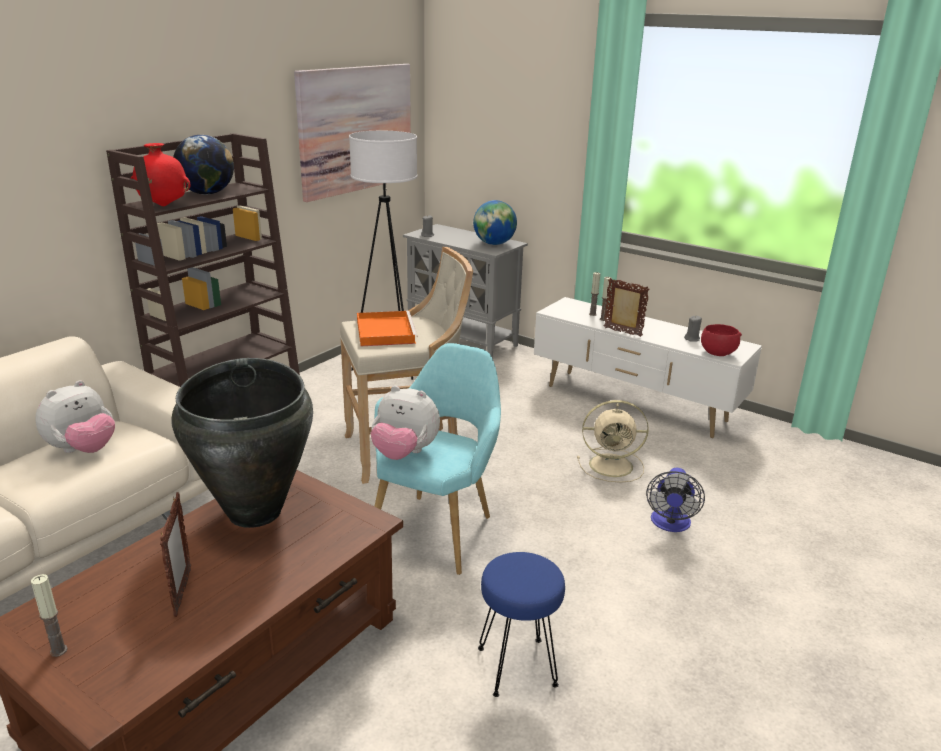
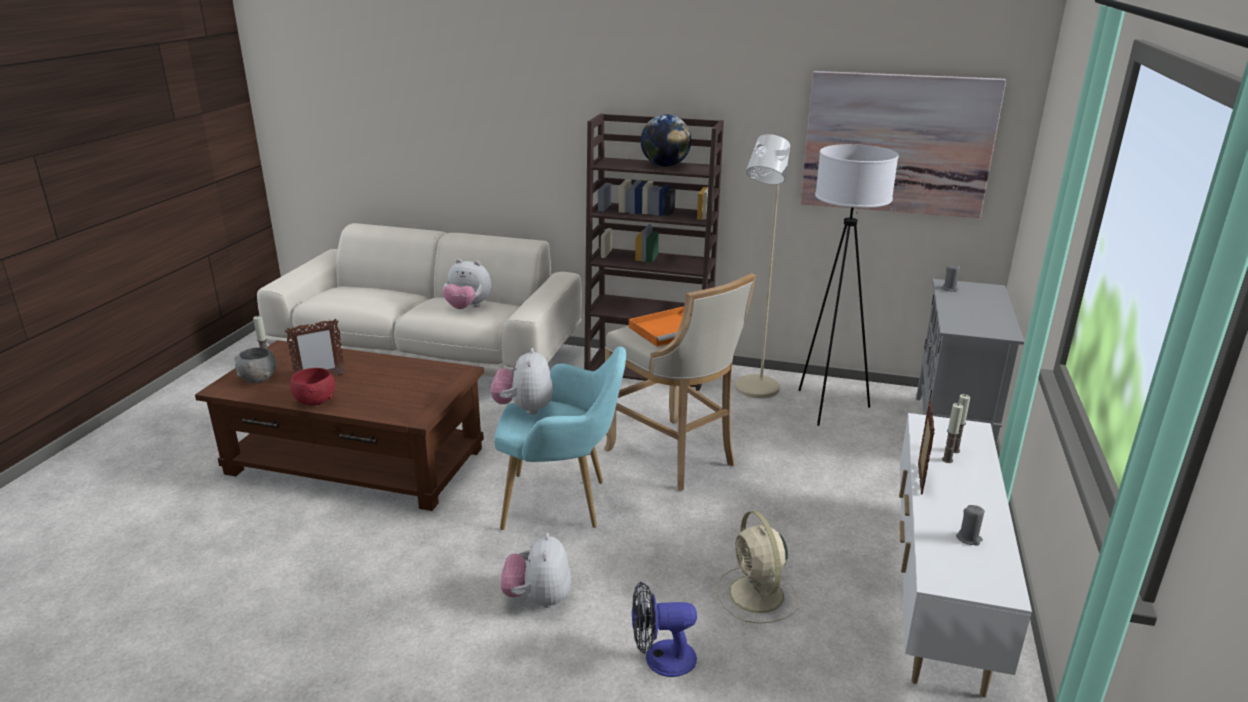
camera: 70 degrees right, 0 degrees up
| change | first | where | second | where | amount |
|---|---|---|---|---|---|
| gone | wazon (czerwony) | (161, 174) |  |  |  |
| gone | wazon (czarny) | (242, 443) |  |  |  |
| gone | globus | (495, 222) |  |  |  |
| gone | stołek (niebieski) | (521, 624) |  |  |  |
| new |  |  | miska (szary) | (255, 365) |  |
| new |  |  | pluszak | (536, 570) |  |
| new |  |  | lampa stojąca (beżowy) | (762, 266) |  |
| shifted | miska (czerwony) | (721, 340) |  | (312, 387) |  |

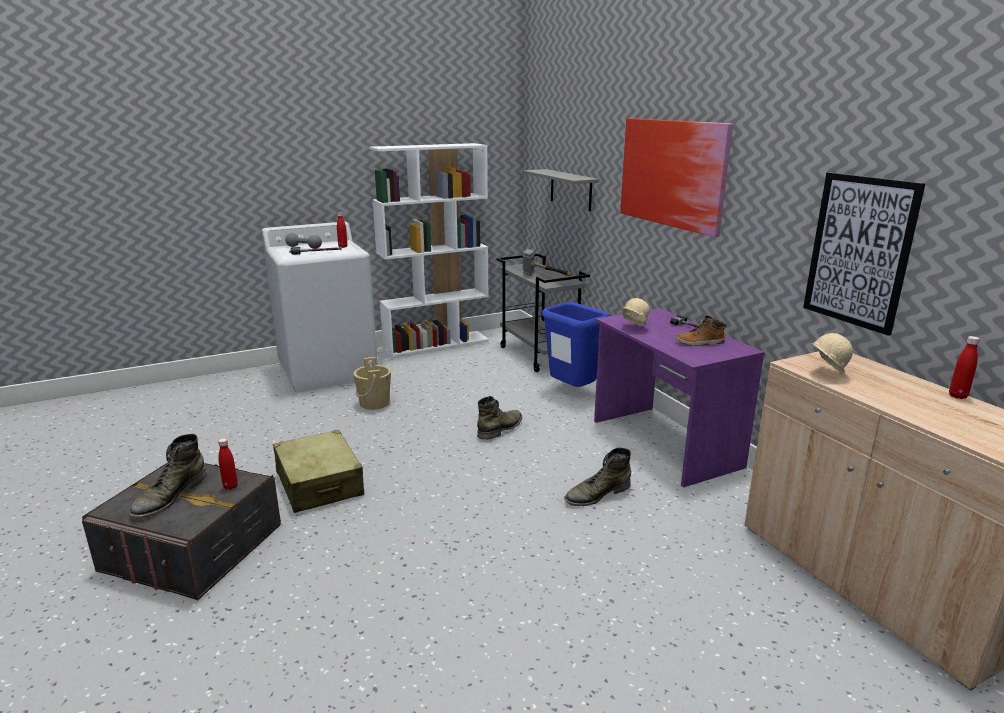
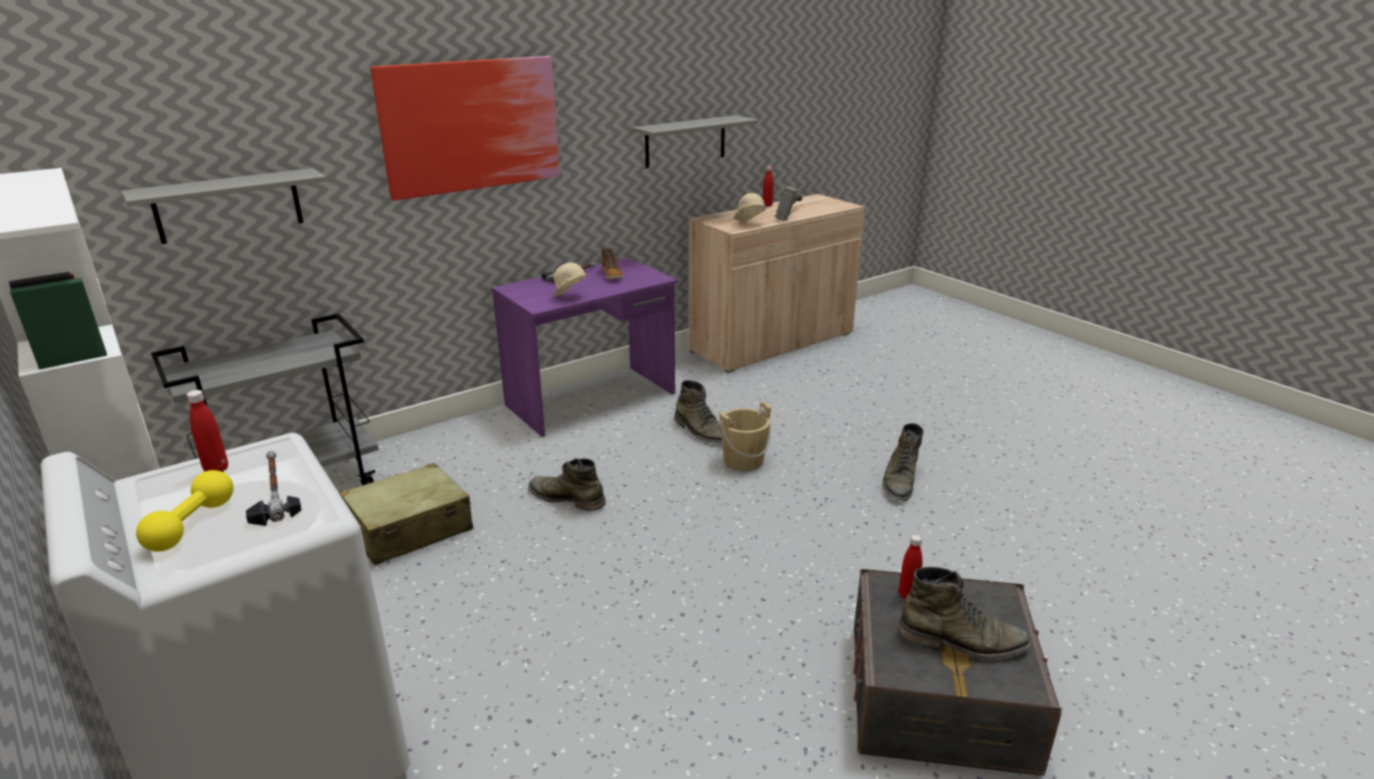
camera: 100 degrees left, 5 degrees up
| change | first | where | second | where | amount |
|---|---|---|---|---|---|
| gone | kosz na śmieci (niebieski) | (576, 344) |  |  |  |
| new |  |  | but z cholewką (zielony) | (903, 462) |  |
| shifted | walizka (beżowy) | (318, 471) |  | (406, 514) |  |
| shifted | wiadro (beżowy) | (372, 383) |  | (745, 436) |  |
| shifted | młotek | (547, 262) |  | (788, 203) |  |
| swapped | obraz | (864, 254) | półka (szary) | (695, 141) |  |
| repainted | hantel (szary) | (303, 241) | hantel (żółty) | (185, 511) |  |

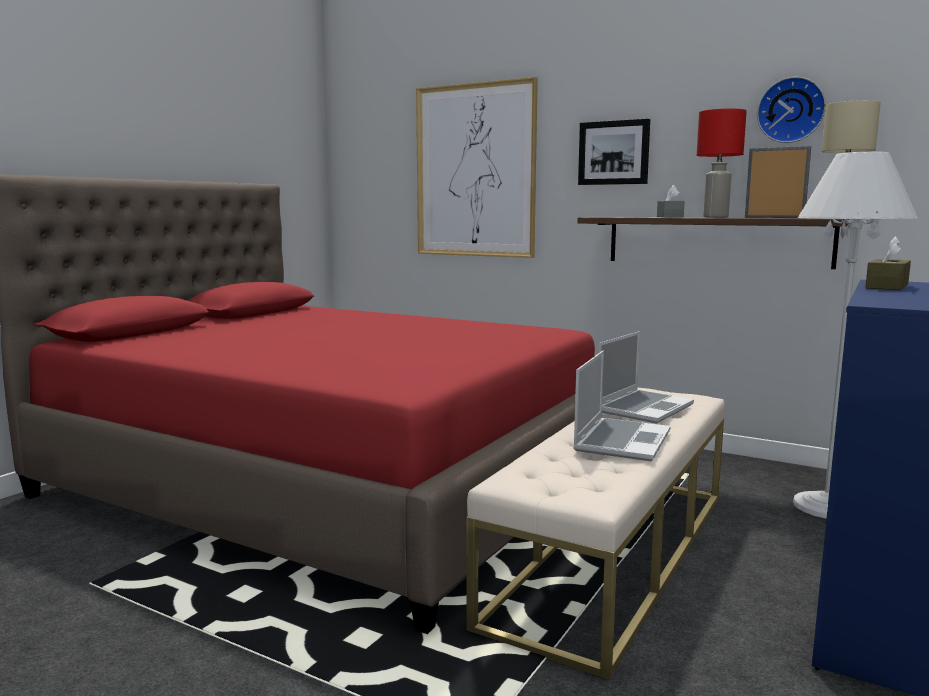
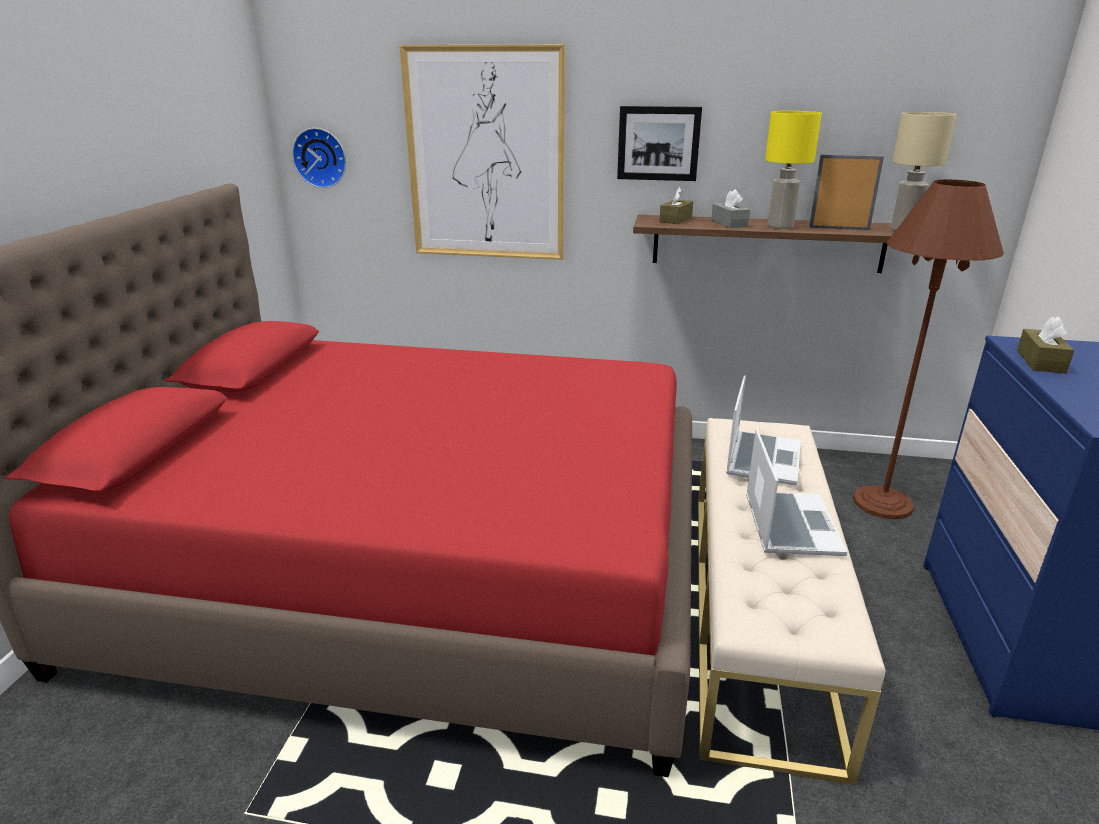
camera: 20 degrees left, 15 degrees up
| change | first | where | second | where | amount |
|---|---|---|---|---|---|
| new |  |  | pudełko chusteczek (brązowy) | (676, 205) |  |
| shifted | zegar ścienny | (791, 110) |  | (319, 158) |  |
| repainted | lampa stołowa (czerwony) | (722, 163) | lampa stołowa (żółty) | (793, 170) |  |
| repainted | lampa stojąca (biały) | (855, 335) | lampa stojąca (brązowy) | (928, 349) |  |

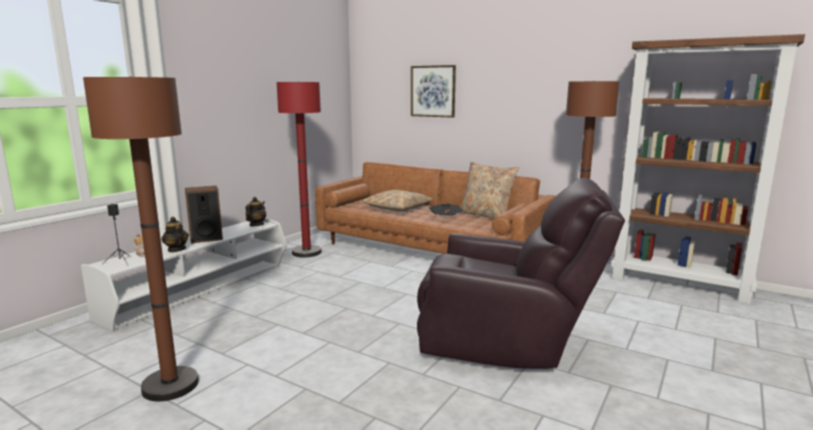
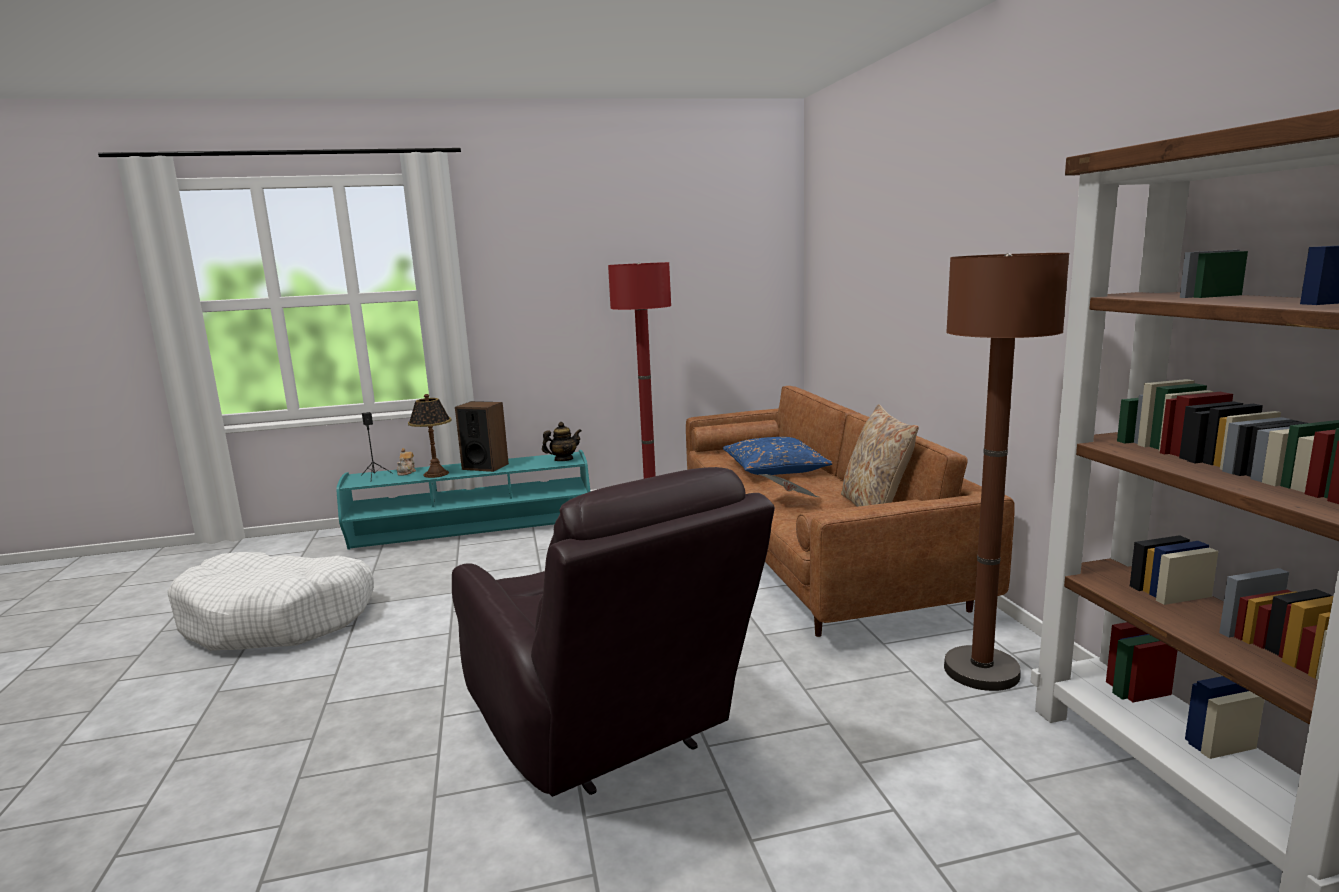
camera: 45 degrees right, 0 degrees up
| change | first | where | second | where | amount |
|---|---|---|---|---|---|
| gone | obraz | (433, 91) |  |  |  |
| swapped | lampa stojąca (brązowy) | (141, 238) | legowisko (biały) | (270, 601) |  |
| swapped | imbryk | (175, 234) | lampa stołowa | (430, 436) |  |
| repainted | szafka pod telewizor (biały) | (184, 274) | szafka pod telewizor (turkusowy) | (463, 500) |  |
| repainted | poduszka (beżowy) | (397, 201) | poduszka (niebieski) | (778, 456) |  |

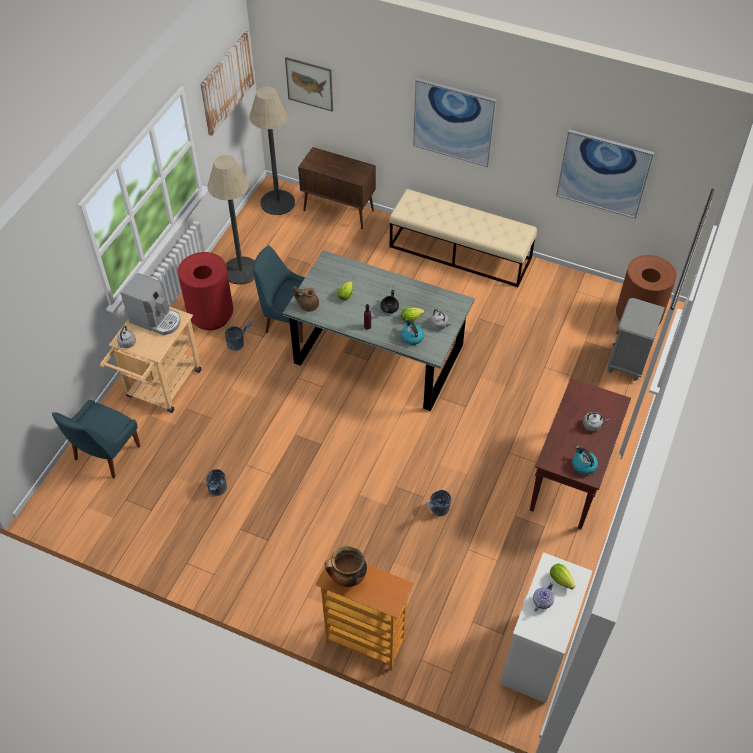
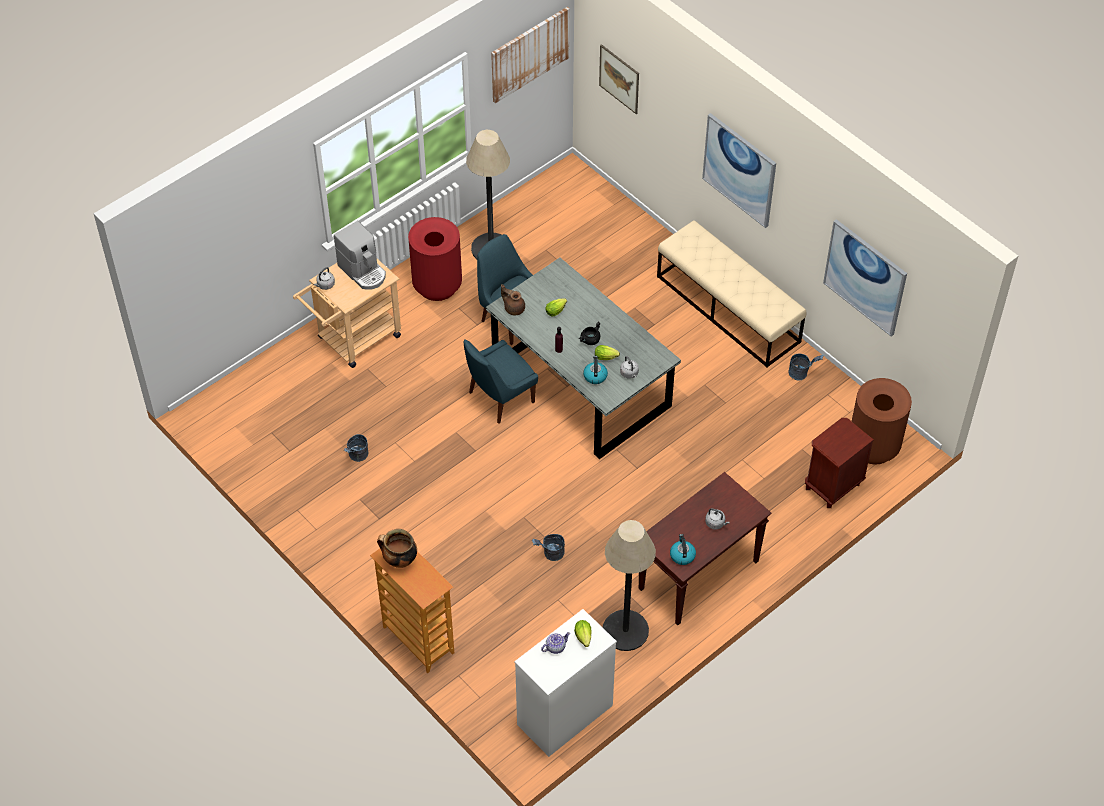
camera: 25 degrees right, 0 degrees up
| change | first | where | second | where | amount |
|---|---|---|---|---|---|
| gone | szafka (brązowy) | (337, 188) |  |  |  |
| shifted | krzesło (niebieski) | (96, 439) |  | (500, 381) |  |
| shifted | wiadro (szary) | (239, 335) |  | (806, 367) |  |
| shifted | lampa stojąca | (272, 151) |  | (629, 585) |  |
| repainted | szafka nocna (szary) | (636, 339) | szafka nocna (brązowy) | (839, 463) |  |

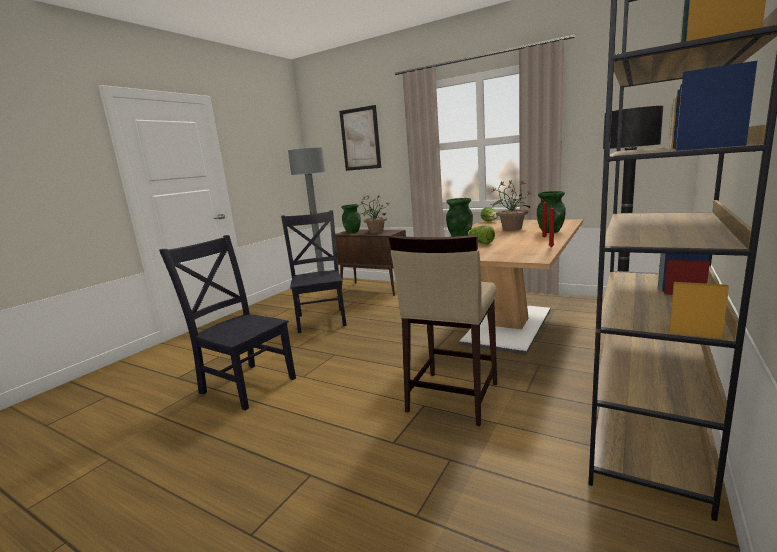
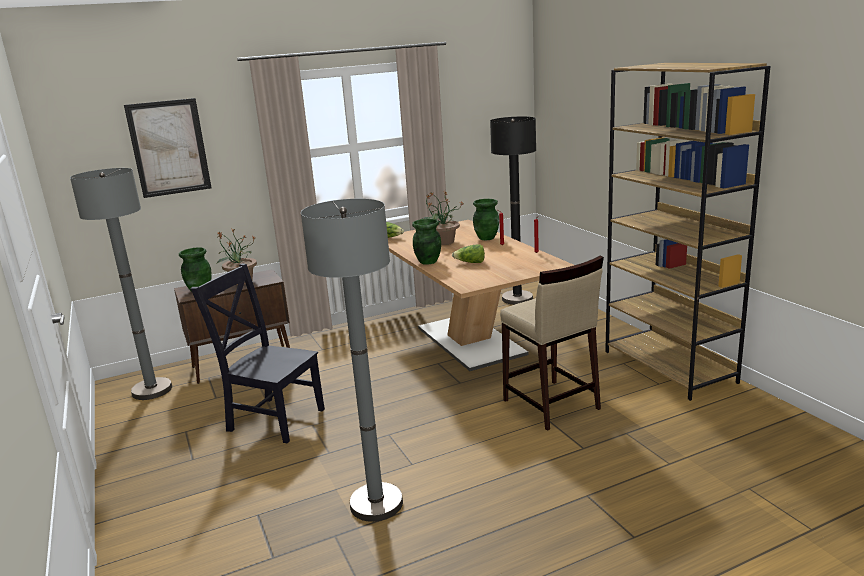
camera: 55 degrees left, 5 degrees up
| change | first | where | second | where | amount |
|---|---|---|---|---|---|
| swapped | krzesło (czarny) | (227, 322) | lampa stojąca (szary) | (352, 360) |  |

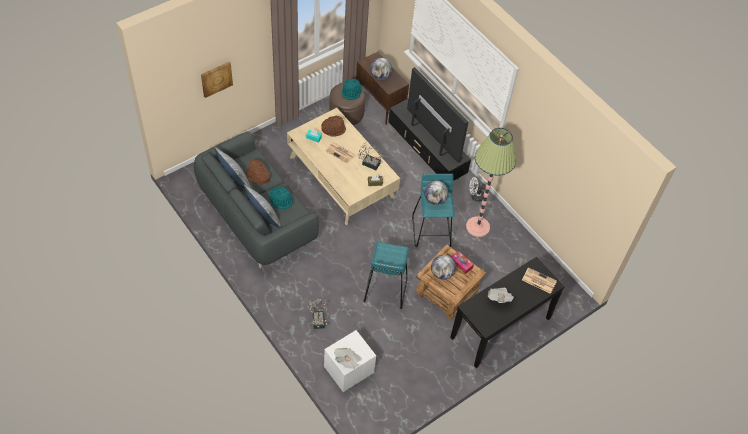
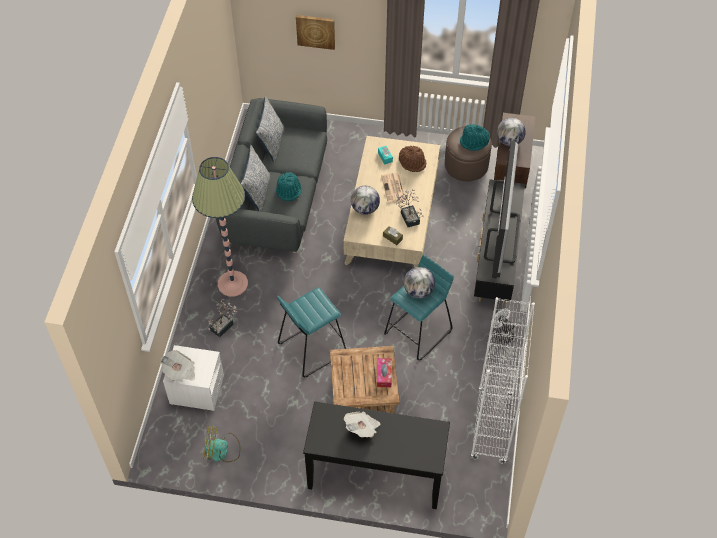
camera: 50 degrees right, 0 degrees up
| change | first | where | second | where | amount |
|---|---|---|---|---|---|
| gone | kapelusz (brązowy) | (258, 172) |  |  |  |
| gone | gazeta | (539, 280) |  |  |  |
| new |  |  | wentylator | (222, 444) |  |
| new |  |  | regał (biały) | (502, 380) |  |
| shifted | globus | (443, 267) |  | (365, 200) |  |
| shifted | lampa stojąca | (491, 182) |  | (220, 227) |  |

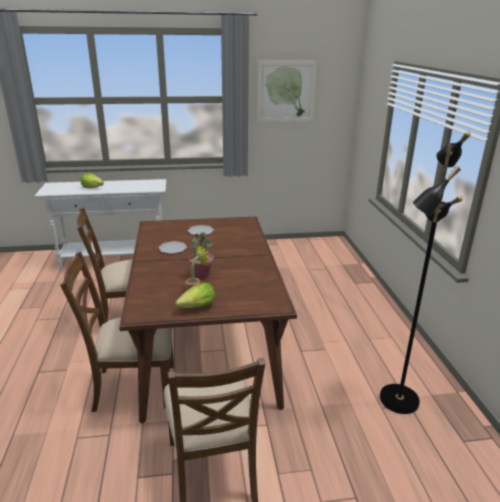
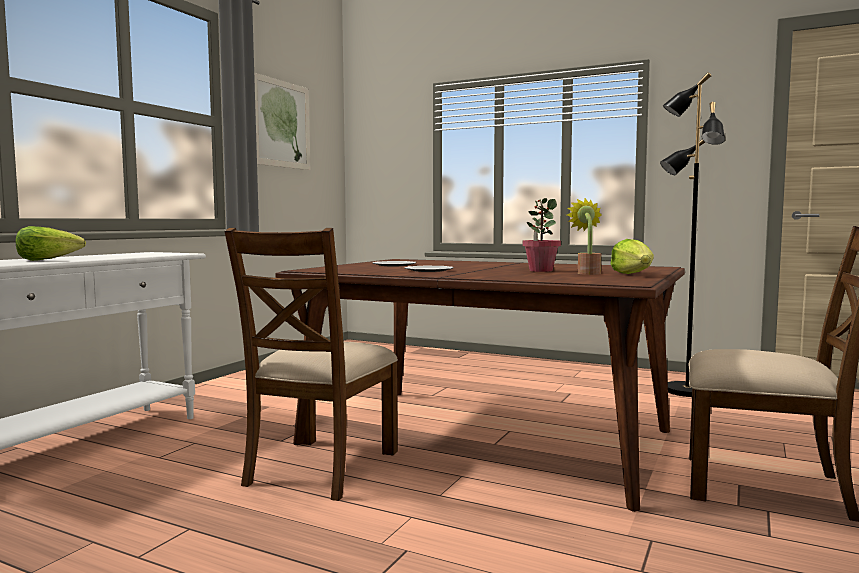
camera: 55 degrees left, 20 degrees down
| change | first | where | second | where | amount |
|---|---|---|---|---|---|
| gone | krzesło (brązowy) | (117, 332) |  |  |  |

